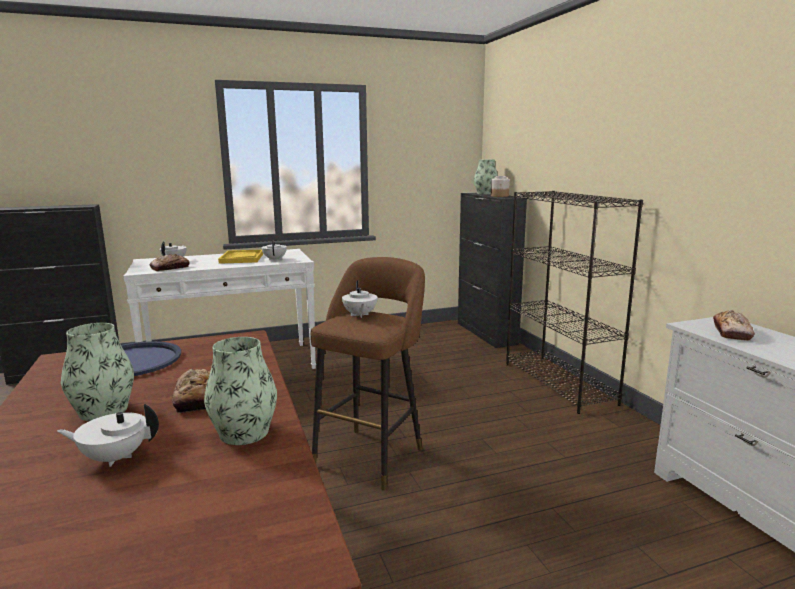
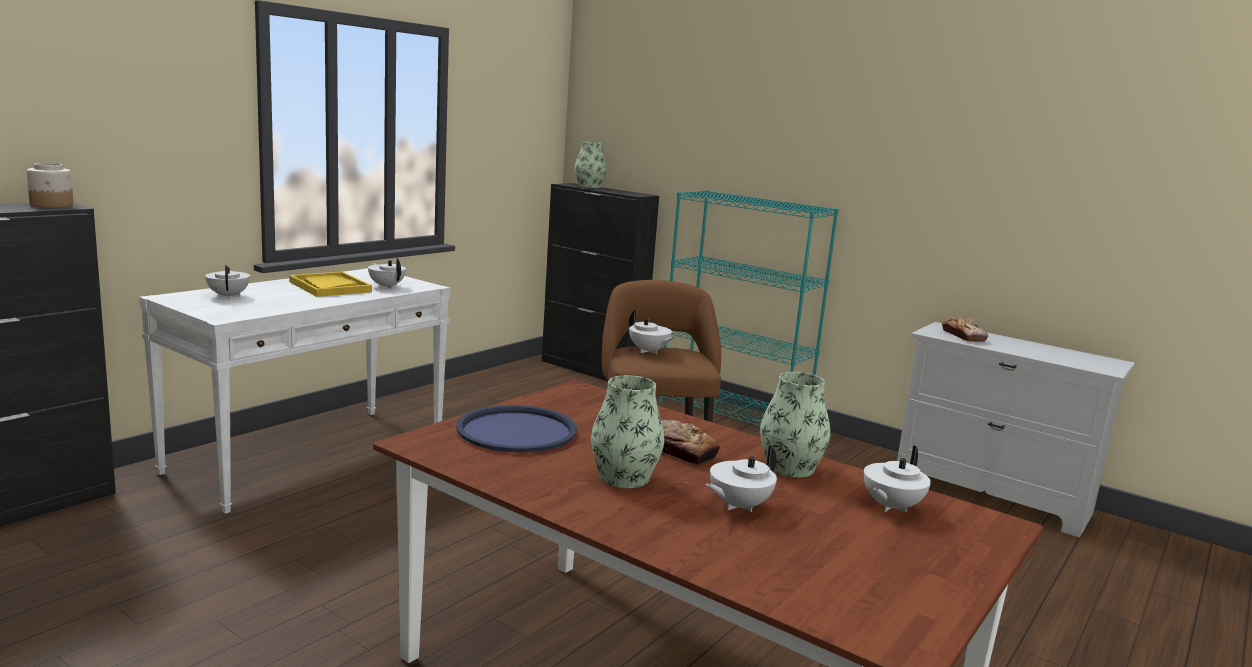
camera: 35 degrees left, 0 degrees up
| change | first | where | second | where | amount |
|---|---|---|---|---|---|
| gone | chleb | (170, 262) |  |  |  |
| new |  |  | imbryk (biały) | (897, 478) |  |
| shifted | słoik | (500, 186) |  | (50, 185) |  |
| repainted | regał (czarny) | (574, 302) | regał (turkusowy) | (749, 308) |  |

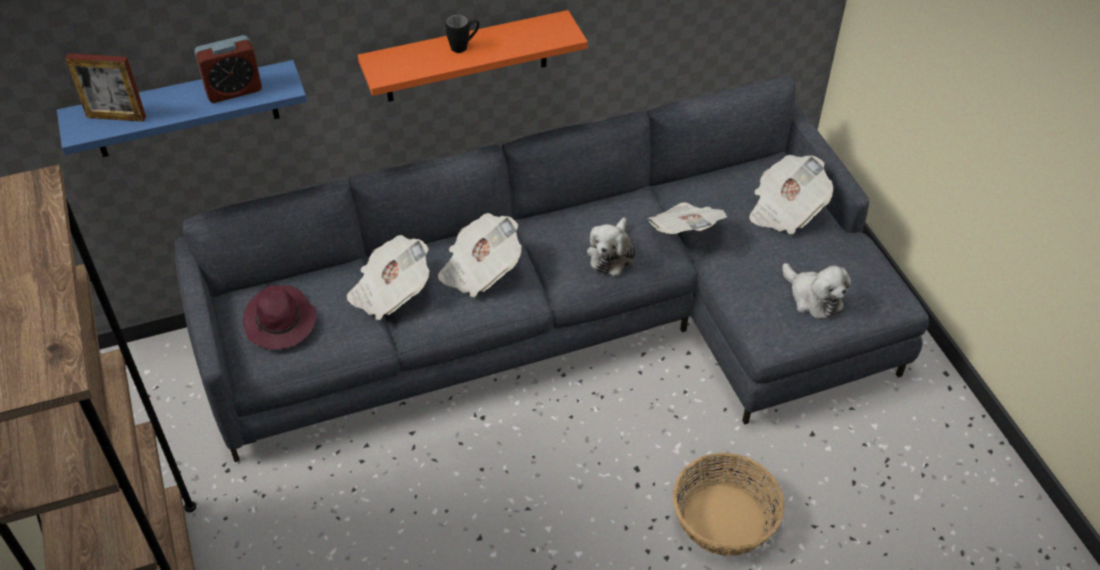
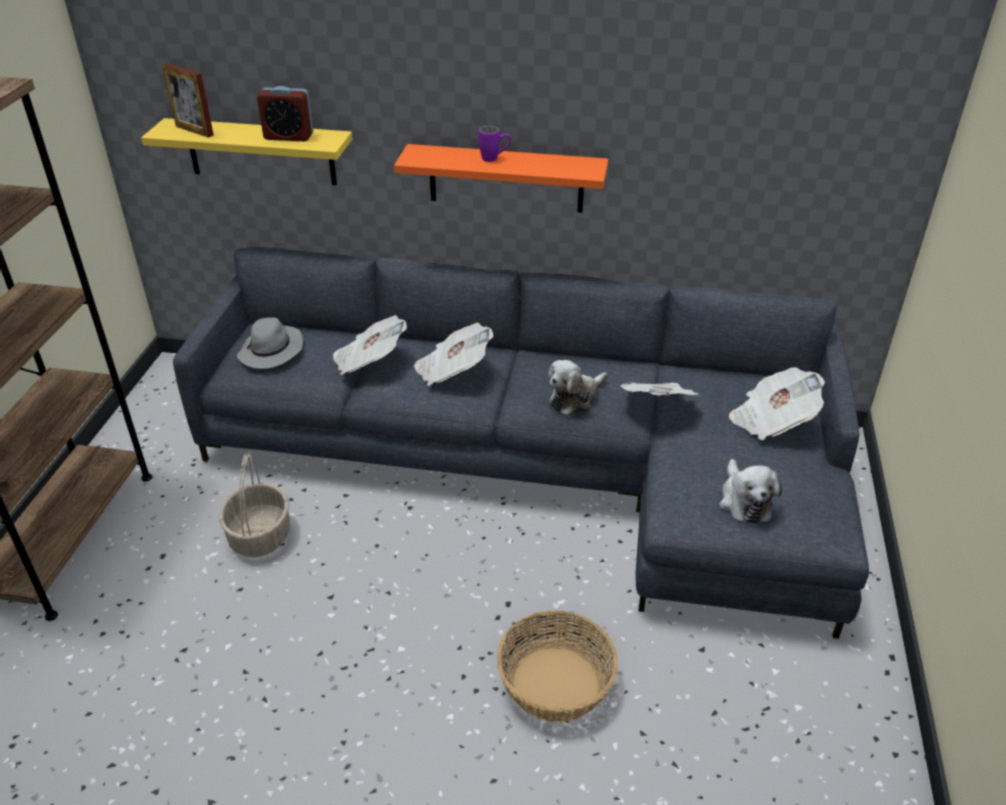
camera: 30 degrees right, 10 degrees down
| change | first | where | second | where | amount |
|---|---|---|---|---|---|
| new |  |  | koszyk | (254, 505) |  |
| repainted | półka (niebieski) | (182, 108) | półka (żółty) | (246, 151) |  |
| repainted | kapelusz (fioletowy) | (279, 317) | kapelusz (szary) | (270, 343) |  |
| repainted | kubek (czarny) | (462, 34) | kubek (fioletowy) | (494, 144) |  |

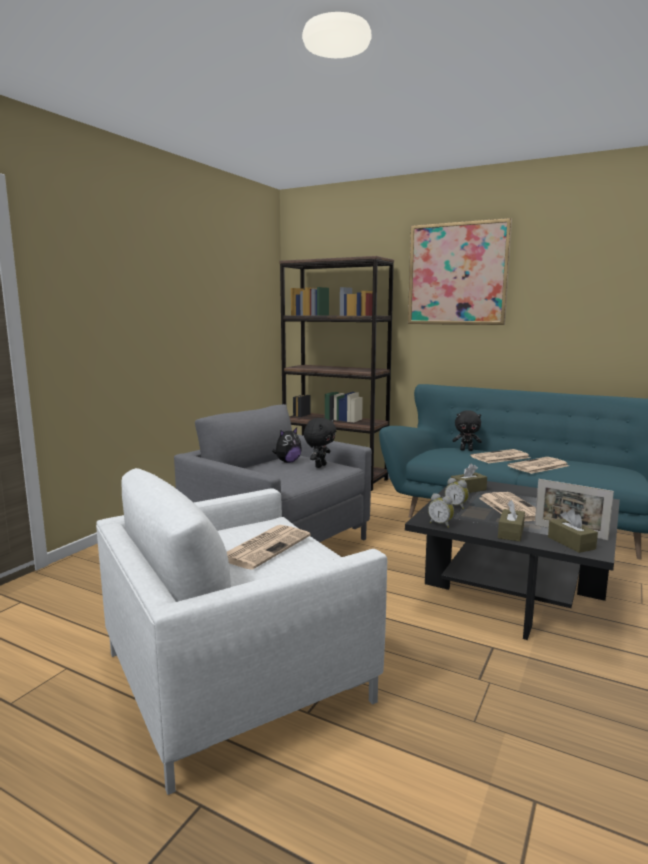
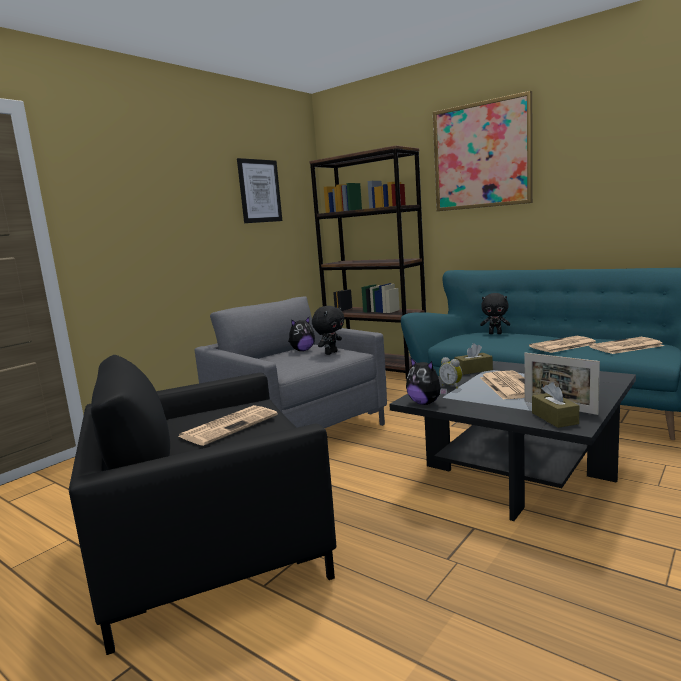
camera: 10 degrees right, 0 degrees up
| change | first | where | second | where | amount |
|---|---|---|---|---|---|
| gone | pudełko chusteczek (brązowy) | (511, 521) |  |  |  |
| new |  |  | obraz | (259, 190) |  |
| shifted | gazeta | (500, 456) |  | (626, 345) |  |
| swapped | budzik | (441, 510) | pluszak | (426, 381) |  |
| repainted | fotel (biały) | (241, 631) | fotel (czarny) | (202, 505) |  |

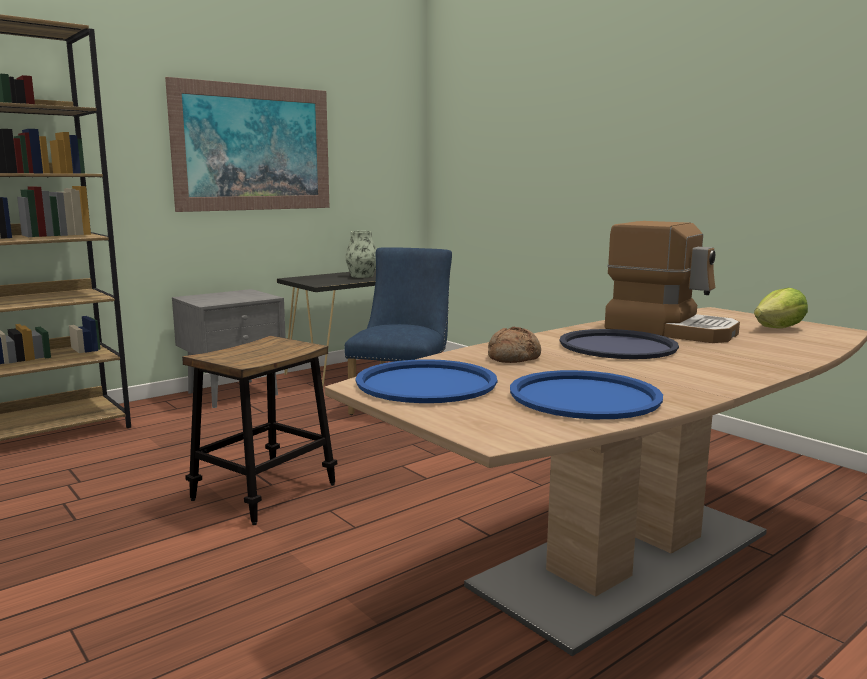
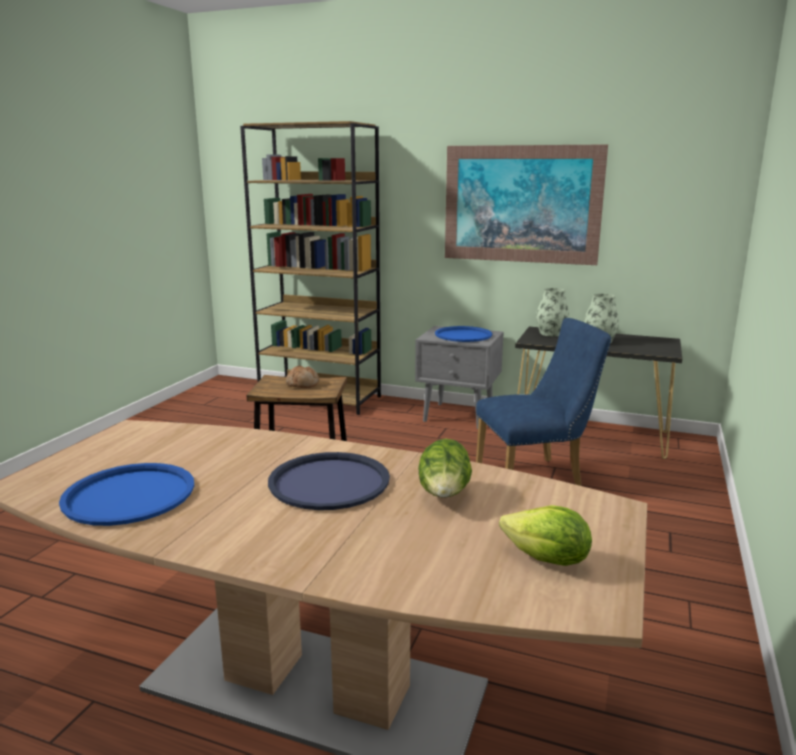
camera: 60 degrees right, 5 degrees up
| change | first | where | second | where | amount |
|---|---|---|---|---|---|
| new |  |  | wazon | (553, 312) |  |
| shifted | taca (niebieski) | (426, 381) |  | (463, 334) |  |
| shifted | chleb | (514, 345) |  | (302, 376) |  |
| swapped | ekspres do kawy | (672, 282) | sałata | (445, 468) |  |

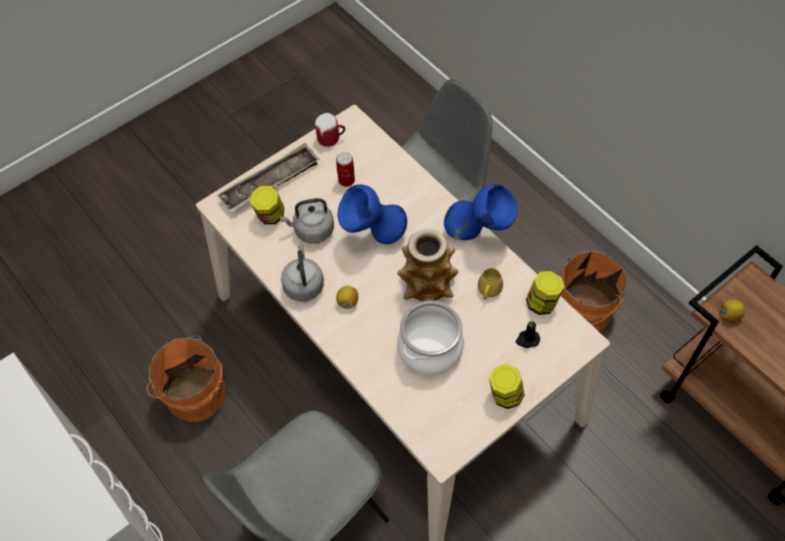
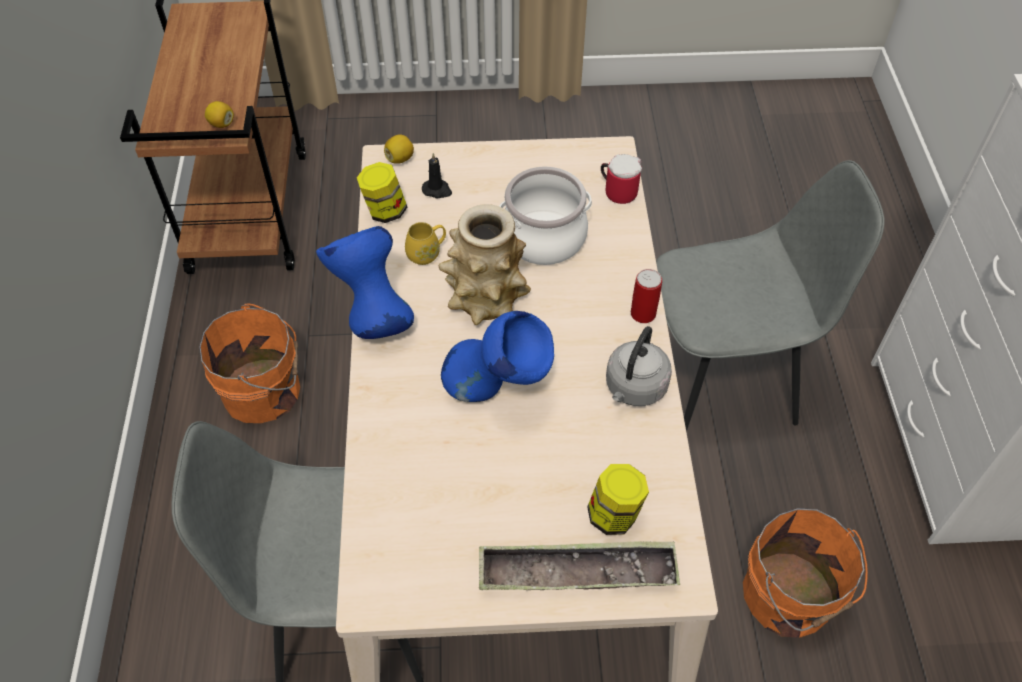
camera: 145 degrees left, 5 degrees down
| change | first | where | second | where | amount |
|---|---|---|---|---|---|
| gone | czajnik (szary) | (307, 221) |  |  |  |
| gone | słoik | (507, 386) |  |  |  |
| shifted | kubek | (330, 130) |  | (621, 179) |  |
| shifted | puszka | (345, 169) |  | (646, 296) |  |
| shifted | cytryna | (347, 297) |  | (399, 149) |  |

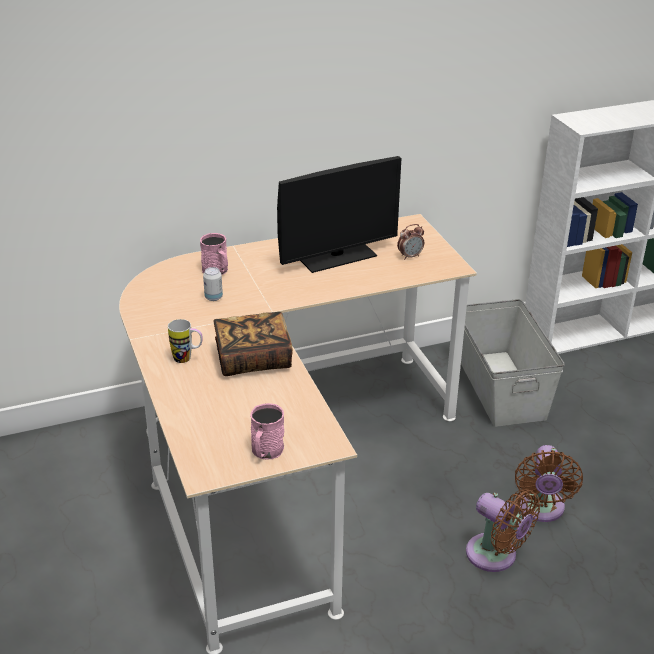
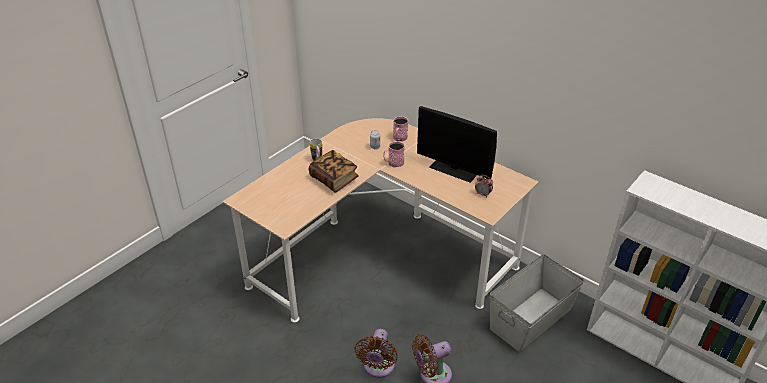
camera: 60 degrees right, 5 degrees up
| change | first | where | second | where | amount |
|---|---|---|---|---|---|
| shifted | kubek (różowy) | (267, 431) |  | (394, 154) |  |

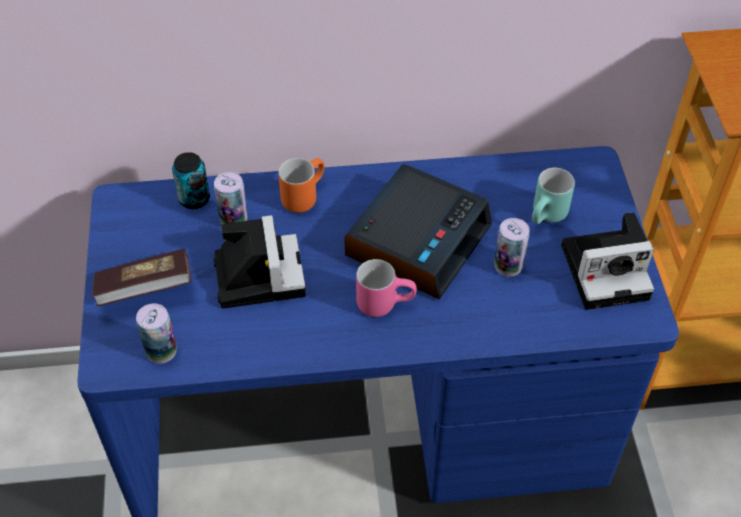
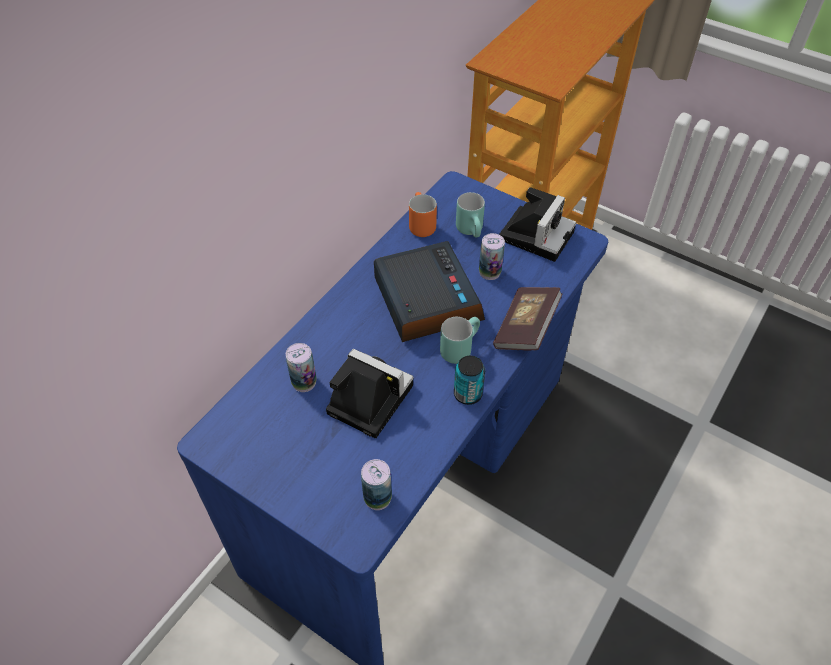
camera: 50 degrees left, 0 degrees up
| change | first | where | second | where | amount |
|---|---|---|---|---|---|
| shifted | książka | (141, 277) |  | (528, 318) |  |
| shifted | puszka | (191, 180) |  | (469, 380) |  |
| shifted | kubek (pomarańczowy) | (301, 185) |  | (423, 214) |  |
| repainted | kubek (różowy) | (386, 288) | kubek (turkusowy) | (460, 340) |  |

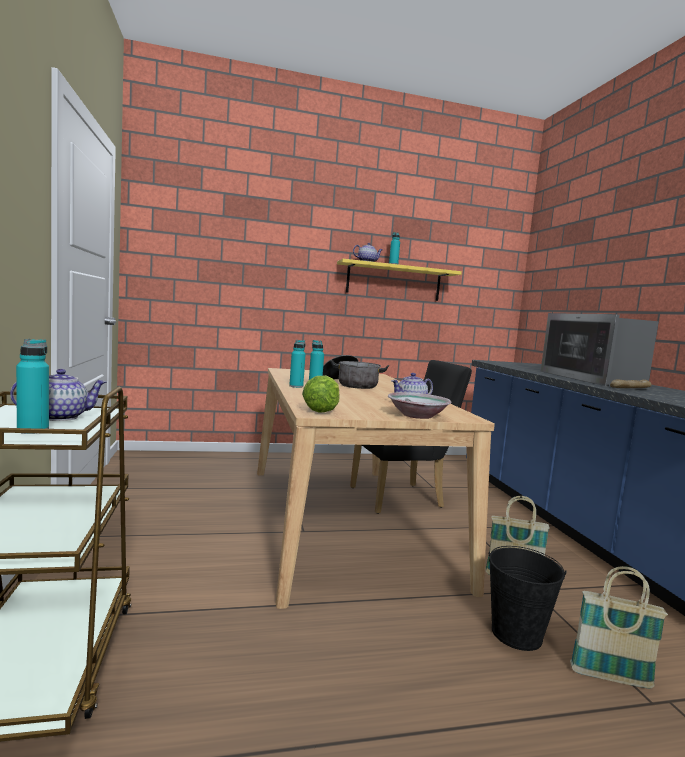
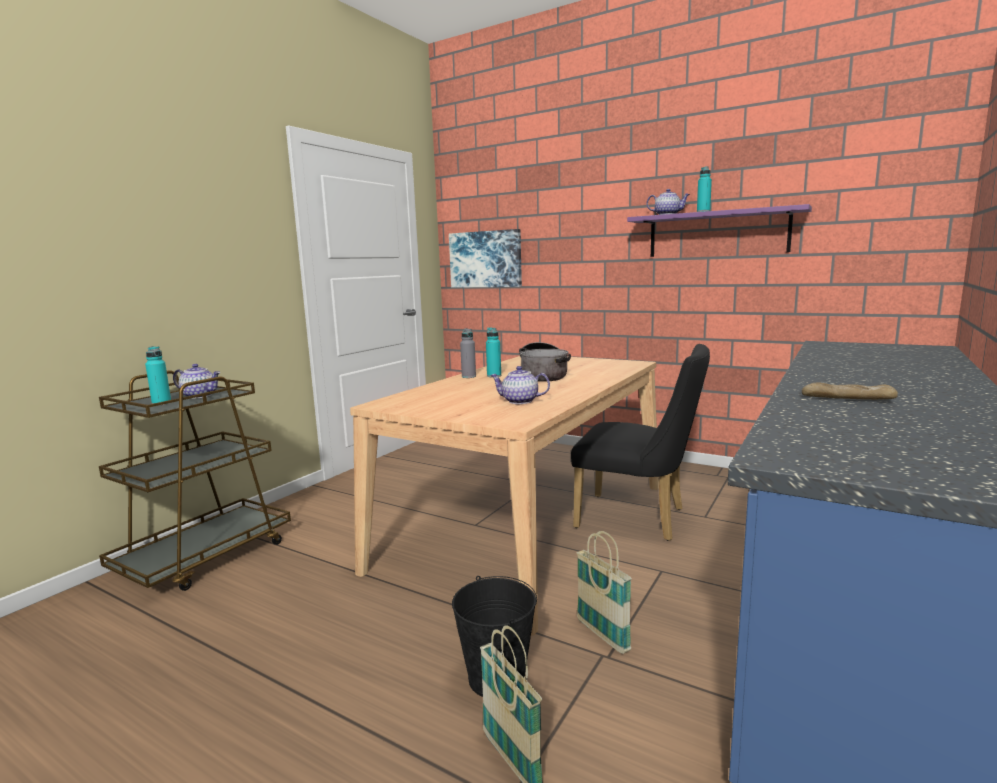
camera: 45 degrees right, 5 degrees up
| change | first | where | second | where | amount |
|---|---|---|---|---|---|
| gone | sałata | (320, 394) |  |  |  |
| gone | miska | (420, 405) |  |  |  |
| gone | mikrofalówka | (600, 349) |  |  |  |
| new |  |  | obraz | (485, 258) |  |
| repainted | butelka (turkusowy) | (297, 364) | butelka (szary) | (468, 353) |  |
| repainted | półka (żółty) | (399, 280) | półka (fioletowy) | (719, 230) |  |

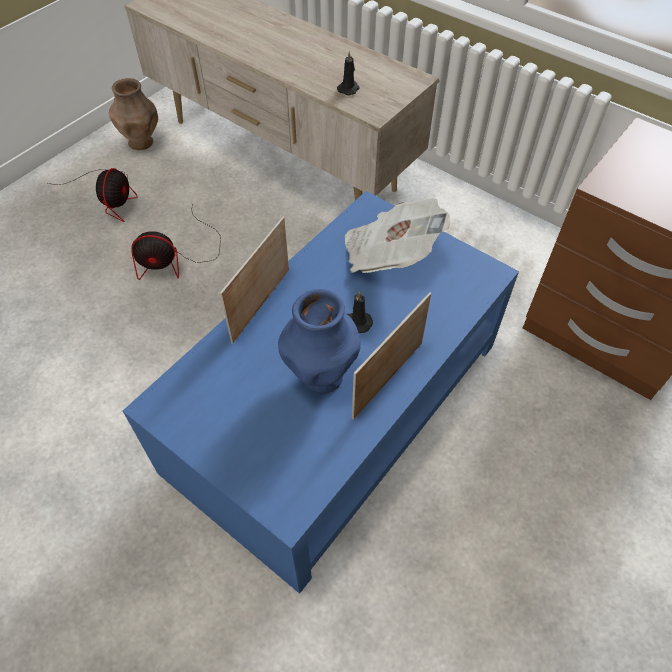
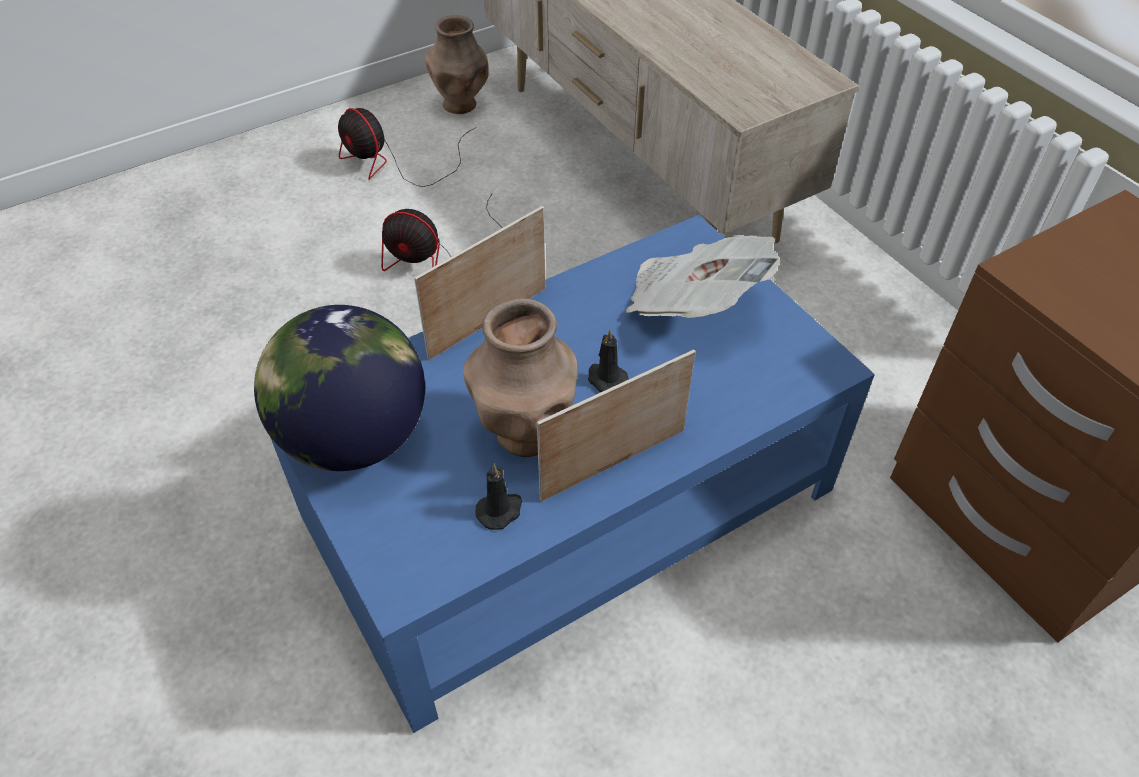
camera: 20 degrees right, 5 degrees down
| change | first | where | second | where | amount |
|---|---|---|---|---|---|
| new |  |  | globus | (339, 388) |  |
| shifted | świeca (czarny) | (348, 73) |  | (499, 497) |  |
| repainted | wazon (niebieski) | (319, 341) | wazon (brązowy) | (520, 377) |  |
| rotated | wentylator | (92, 195) |  | (406, 147) | 105 degrees clockwise |

